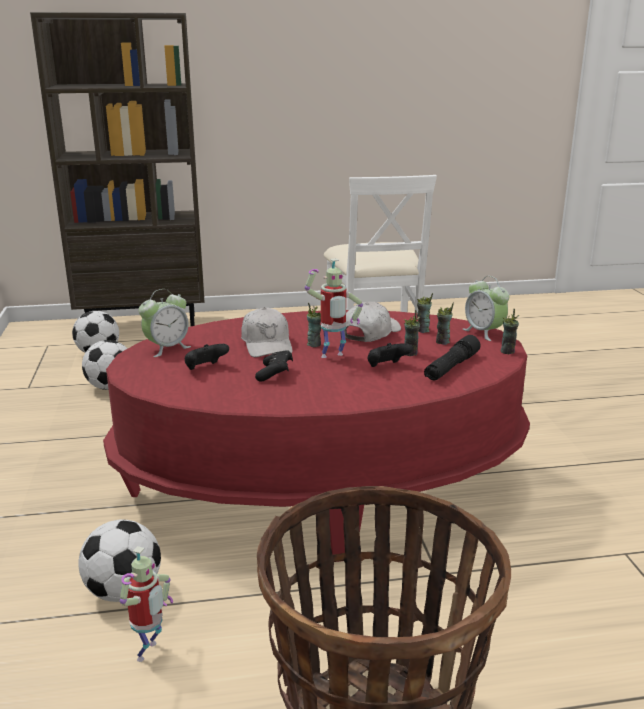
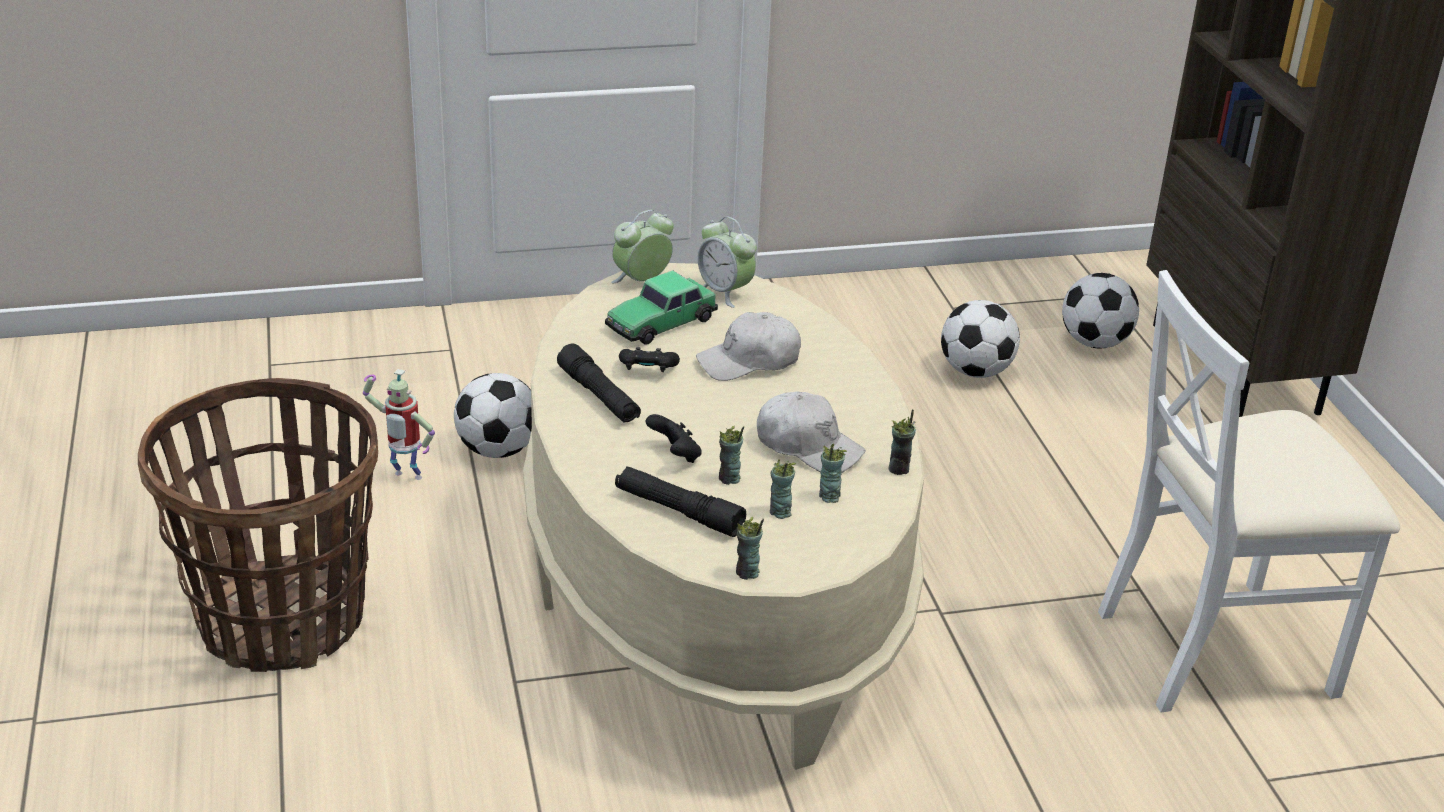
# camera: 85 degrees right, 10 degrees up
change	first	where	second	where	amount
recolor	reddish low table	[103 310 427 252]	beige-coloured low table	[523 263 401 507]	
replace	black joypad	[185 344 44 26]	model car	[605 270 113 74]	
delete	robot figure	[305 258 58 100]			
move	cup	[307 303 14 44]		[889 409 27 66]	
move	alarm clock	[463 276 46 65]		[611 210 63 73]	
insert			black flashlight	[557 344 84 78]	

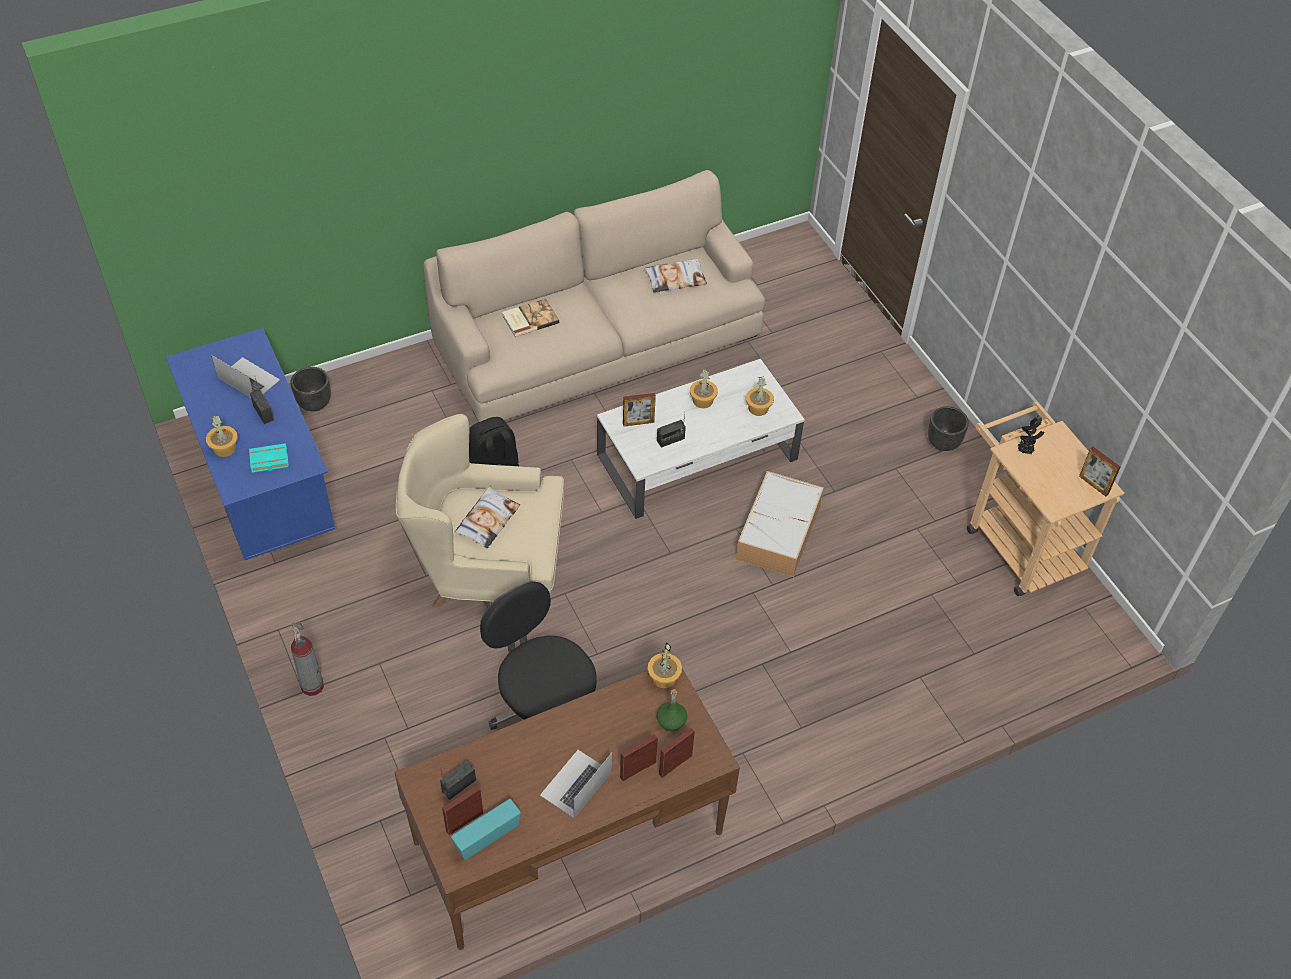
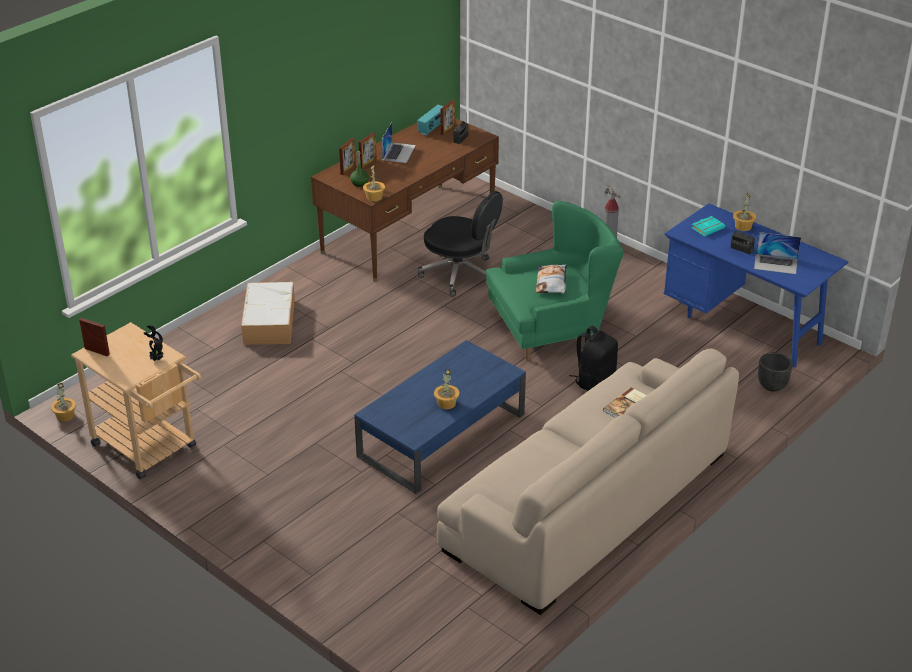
# camera: 160 degrees right, 15 degrees down
change	first	where	second	where	amount
recolor	beige-coloured armchair	[396 414 168 193]	green-coloured armchair	[486 201 138 160]	
recolor	white-coloured low table	[597 359 208 160]	blue low table	[354 340 172 154]	
delete	standing frame	[623 393 33 33]			
delete	throw pillow	[644 259 63 34]			
delete	radio set	[657 412 29 36]			
move	storage container	[736 471 88 106]		[241 282 54 63]	
move	potted plant	[746 377 28 39]		[51 383 25 38]	
delete	black planter	[928 406 41 45]			

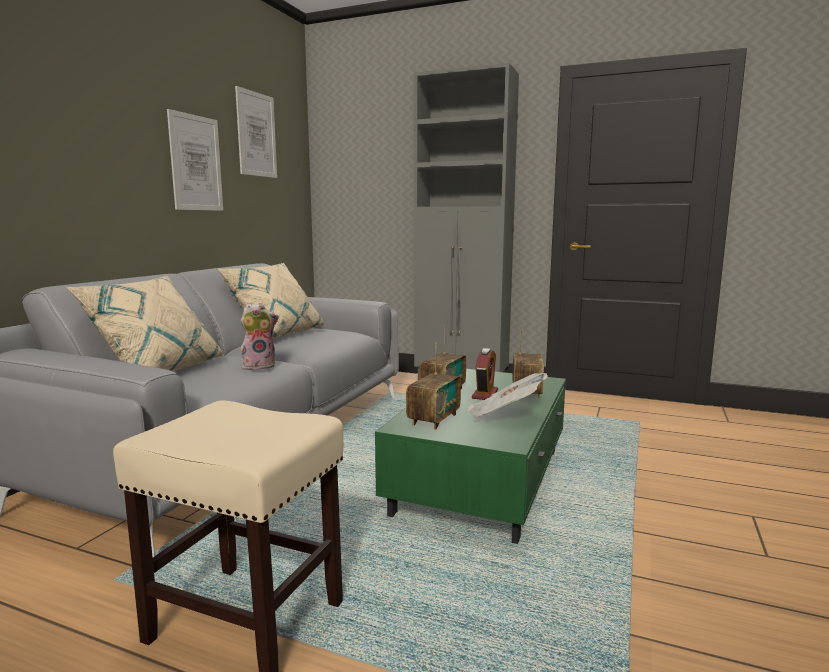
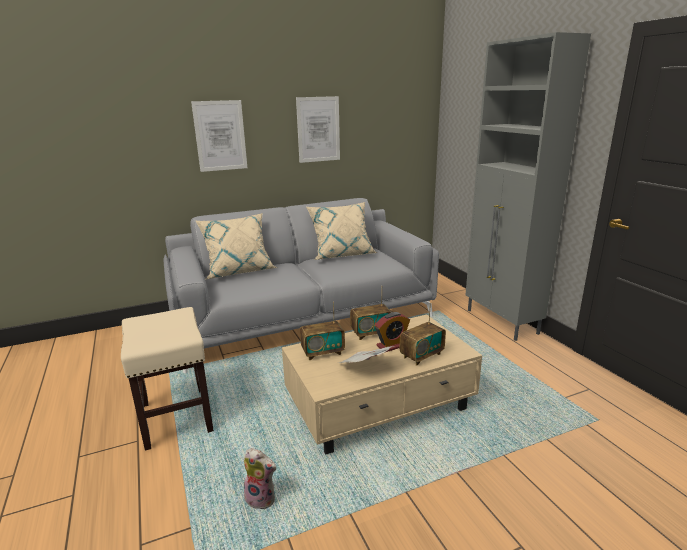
# camera: 45 degrees right, 10 degrees up
change	first	where	second	where	amount
move	picture	[235 86 42 92]		[191 100 56 72]	
move	soft toy	[241 303 38 67]		[244 448 32 61]	
recolor	green-coloured low table	[375 369 191 175]	beige-coloured low table	[282 315 200 140]	

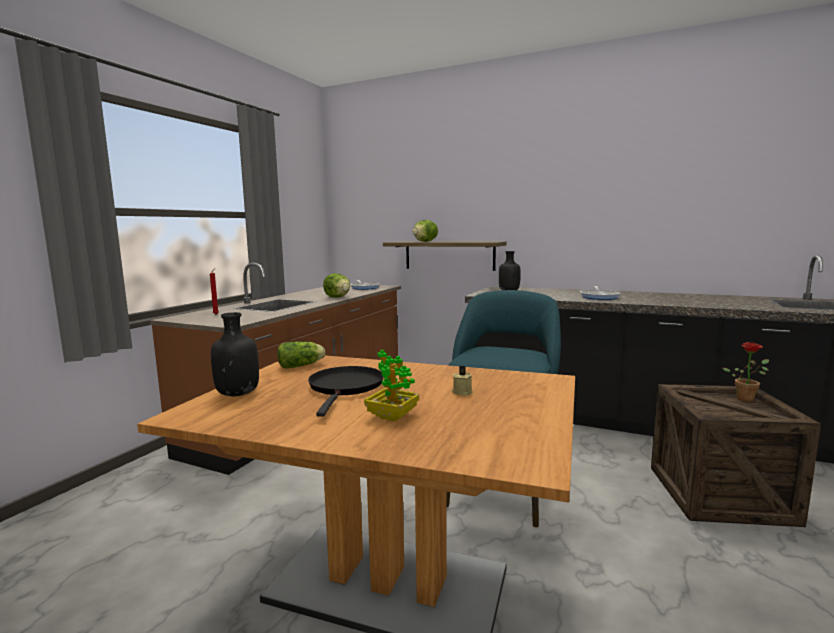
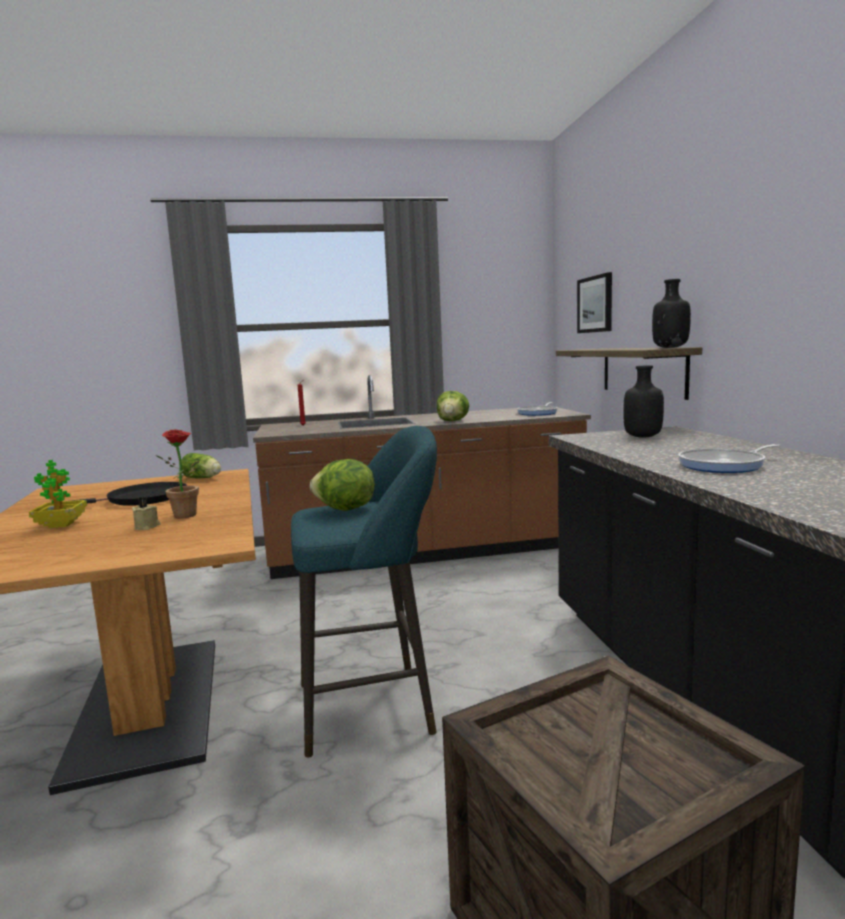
# camera: 55 degrees right, 0 degrees up
change	first	where	second	where	amount
move	black drink bottle	[211 312 48 84]		[652 279 39 69]	
move	lettuce head	[413 220 25 22]		[310 459 65 52]	
move	potted plant	[723 342 46 60]		[156 429 44 89]	
insert			picture	[577 272 35 61]	

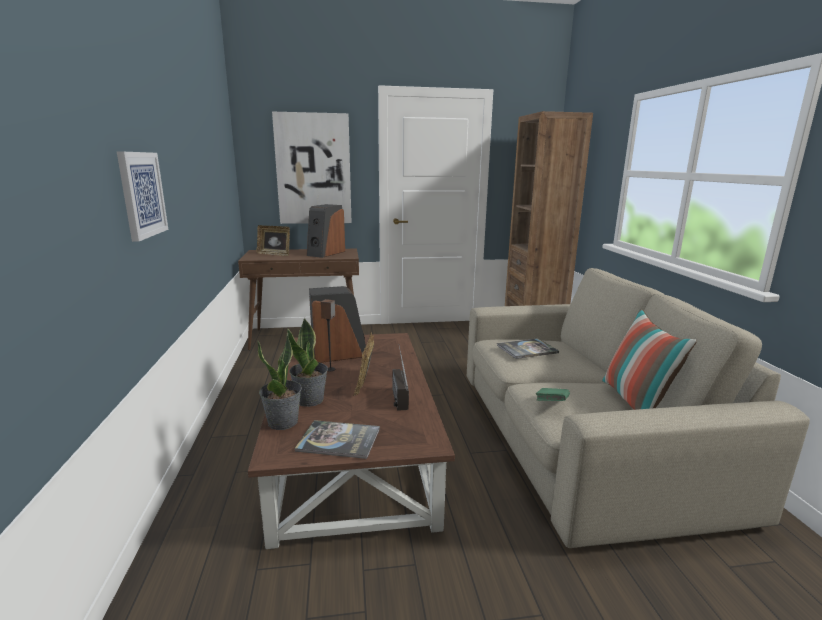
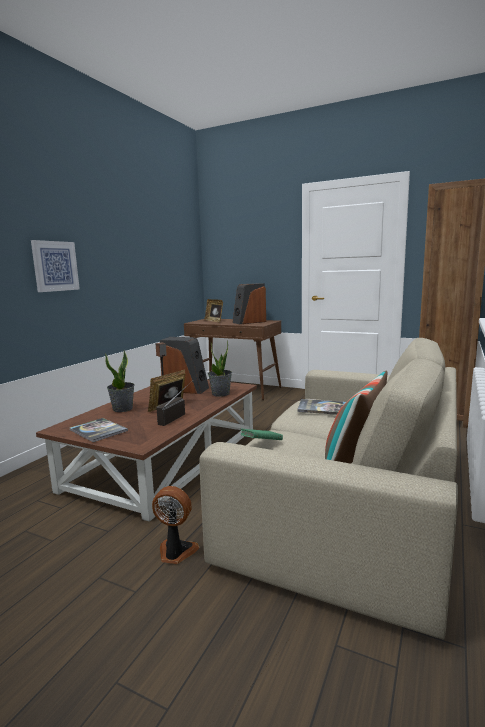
# camera: 35 degrees right, 5 degrees down
change	first	where	second	where	amount
move	potted plant	[257 333 45 97]		[208 340 24 57]	
delete	picture	[272 112 80 112]			
insert			cooling fan	[152 486 47 78]	

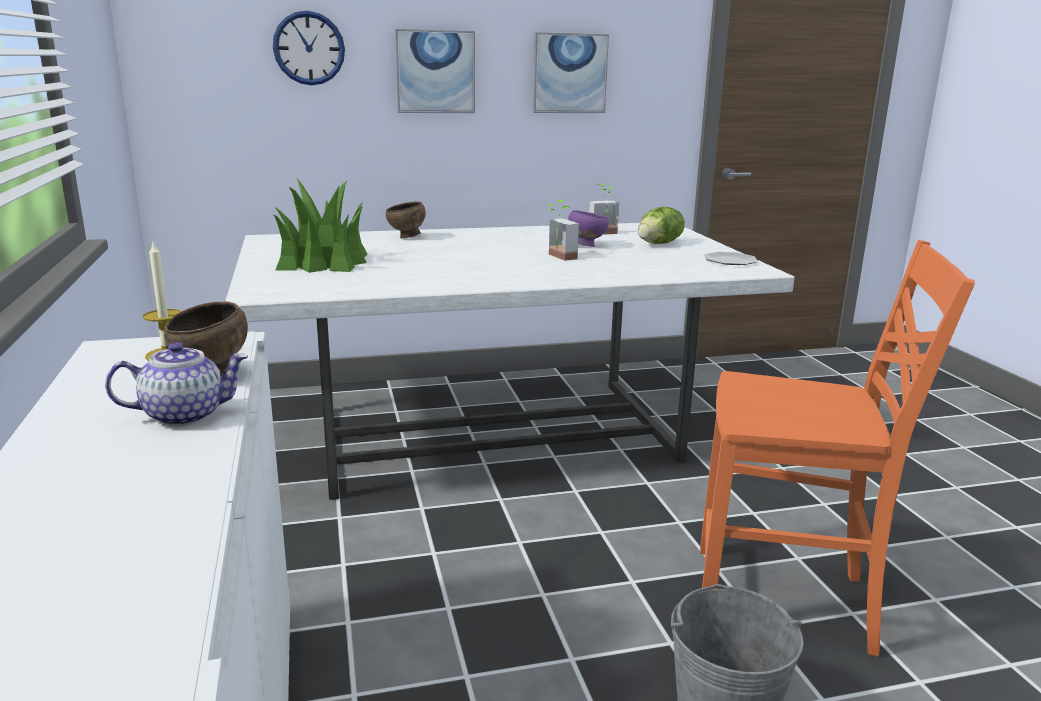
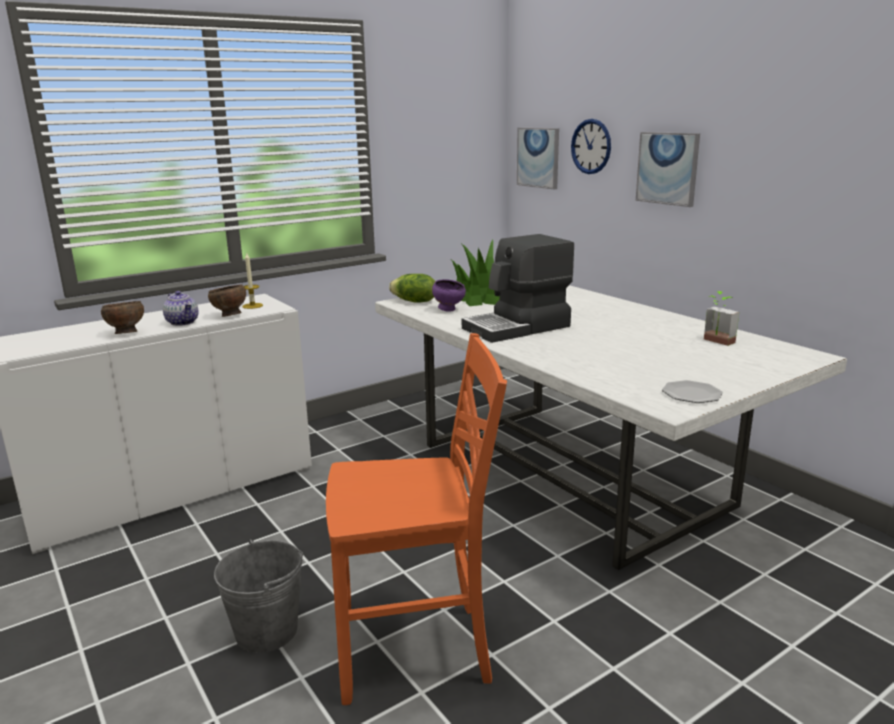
# camera: 70 degrees right, 0 degrees up
change	first	where	second	where	amount
move	brownish bowl	[386 201 40 38]		[101 301 43 33]	
move	picture	[533 32 76 81]		[517 128 42 61]	
delete	potted plant	[547 200 32 61]			
move	purple bowl	[568 210 41 37]		[432 279 34 33]	
move	lettuce head	[638 207 47 37]		[389 274 46 29]	
rotate	orangey upright chair	[700 240 275 417]		[326 333 181 372]	90 degrees counterclockwise
insert			coffee maker	[462 234 112 109]	

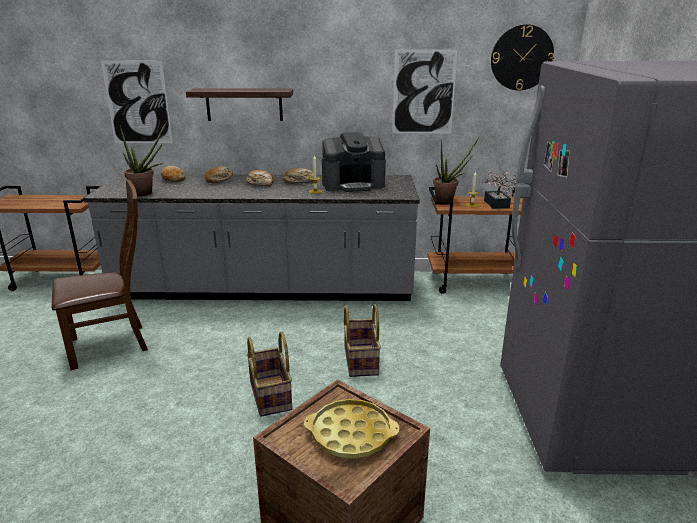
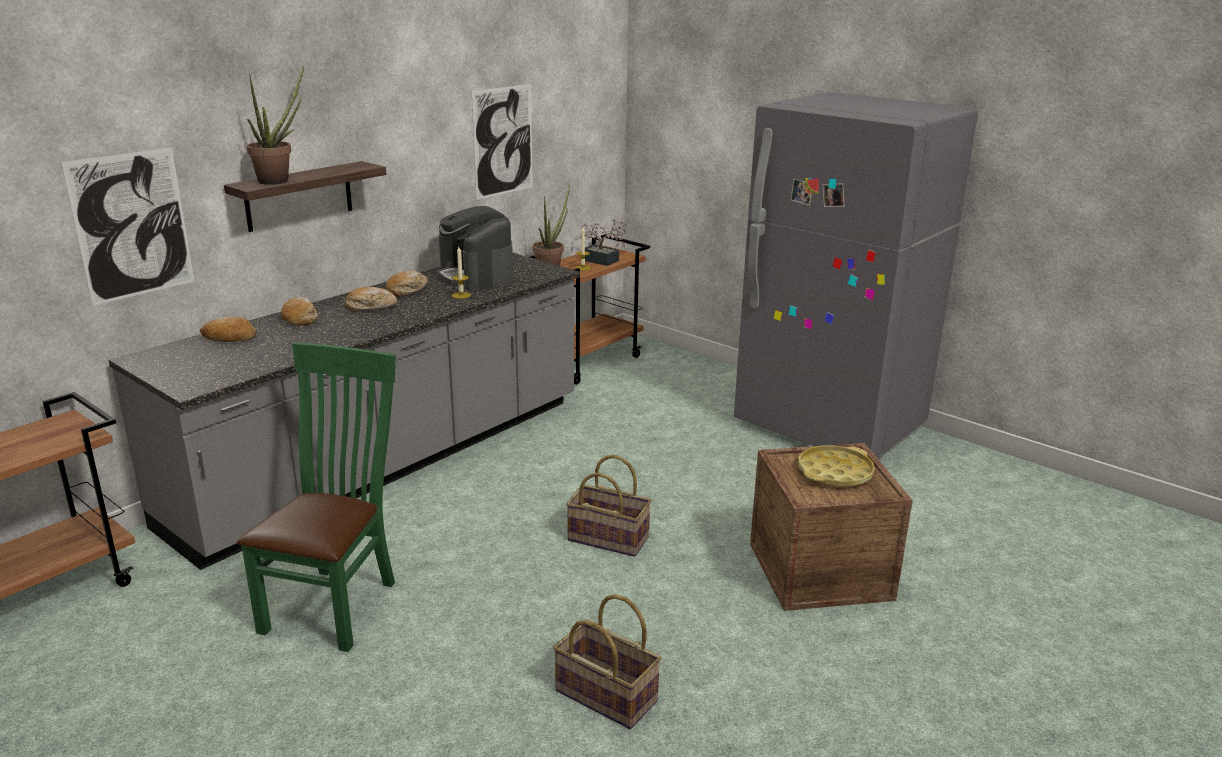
# camera: 50 degrees left, 0 degrees up
change	first	where	second	where	amount
recolor	brownish upright chair	[51 180 97 190]	green-coloured upright chair	[237 342 159 310]	
move	potted plant	[120 122 47 74]		[247 65 57 120]	
rotate	coffee maker	[322 132 64 60]		[438 206 76 84]	120 degrees clockwise
move	basket	[344 304 37 73]		[553 594 108 135]	
delete	hanging clock	[491 24 63 66]			

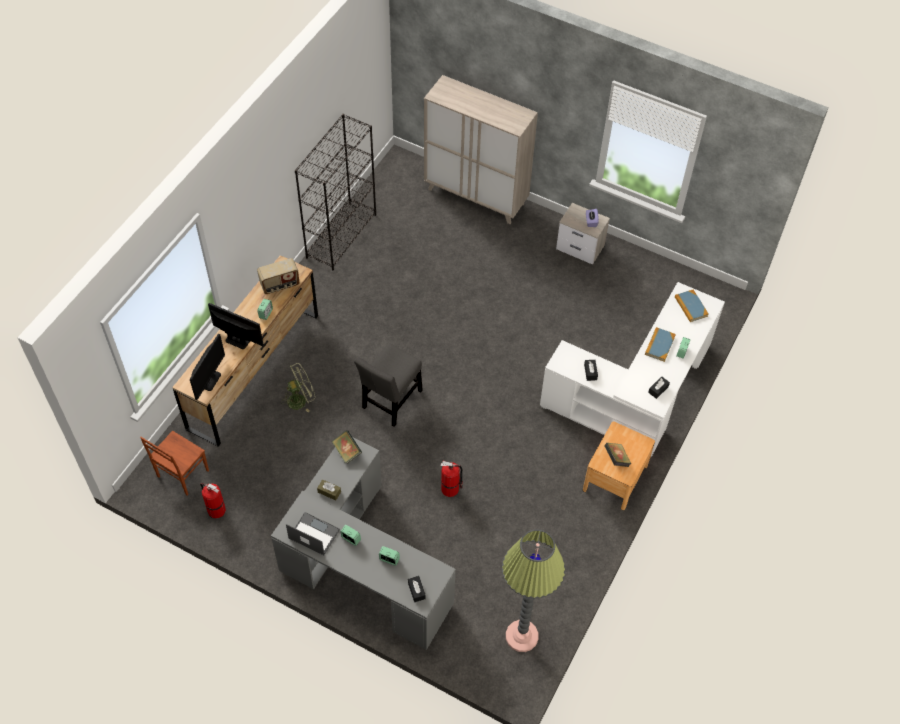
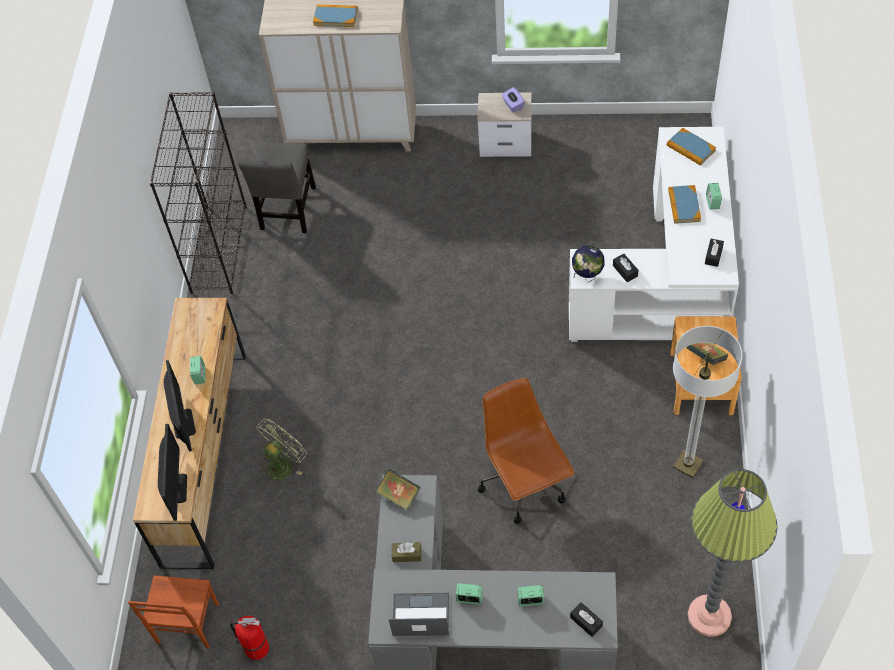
# camera: 20 degrees left, 0 degrees up
change	first	where	second	where	amount
rotate	monitor	[208 303 56 46]		[164 360 32 92]	75 degrees clockwise
delete	radio set	[257 258 42 36]			
move	gray upright chair	[354 343 69 84]		[238 141 78 92]	
replace	extinguisher	[441 461 22 36]	brownish office chair	[478 378 97 146]	
insert			book	[313 4 45 23]	
insert			globe	[572 245 32 37]	
insert			floor lamp	[673 326 70 152]	

